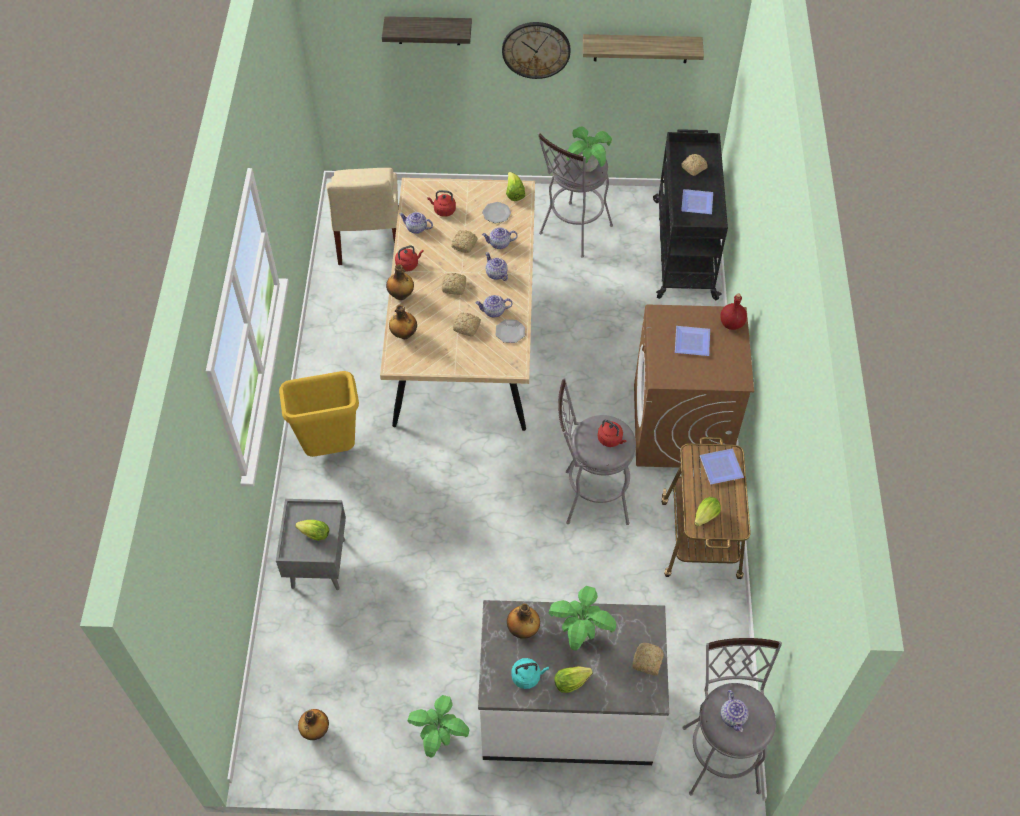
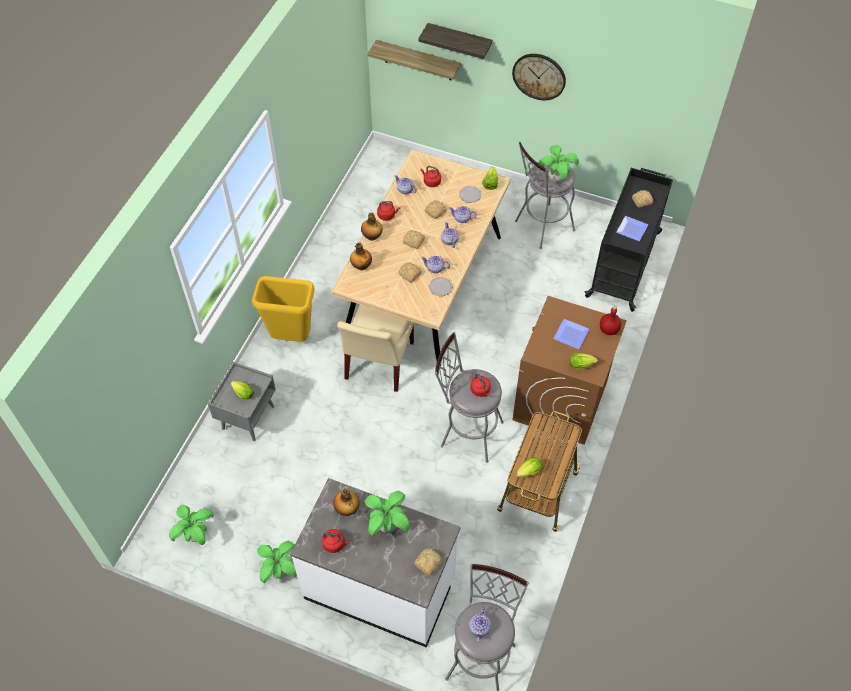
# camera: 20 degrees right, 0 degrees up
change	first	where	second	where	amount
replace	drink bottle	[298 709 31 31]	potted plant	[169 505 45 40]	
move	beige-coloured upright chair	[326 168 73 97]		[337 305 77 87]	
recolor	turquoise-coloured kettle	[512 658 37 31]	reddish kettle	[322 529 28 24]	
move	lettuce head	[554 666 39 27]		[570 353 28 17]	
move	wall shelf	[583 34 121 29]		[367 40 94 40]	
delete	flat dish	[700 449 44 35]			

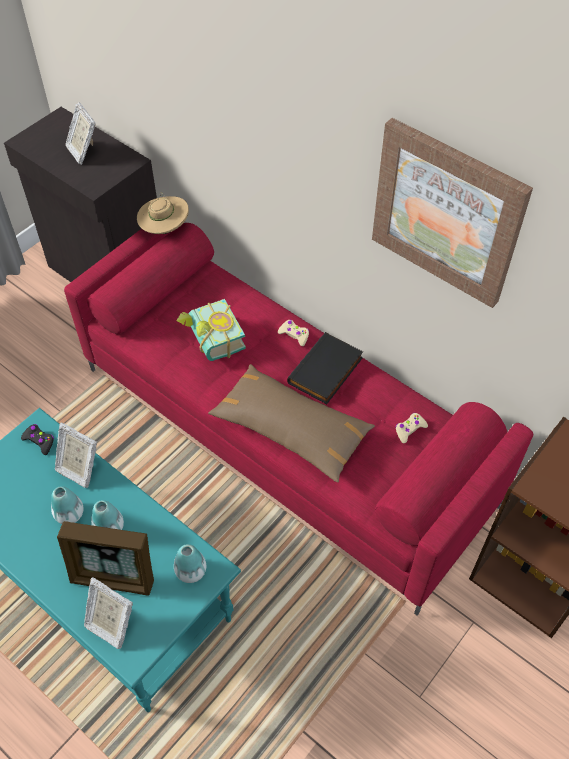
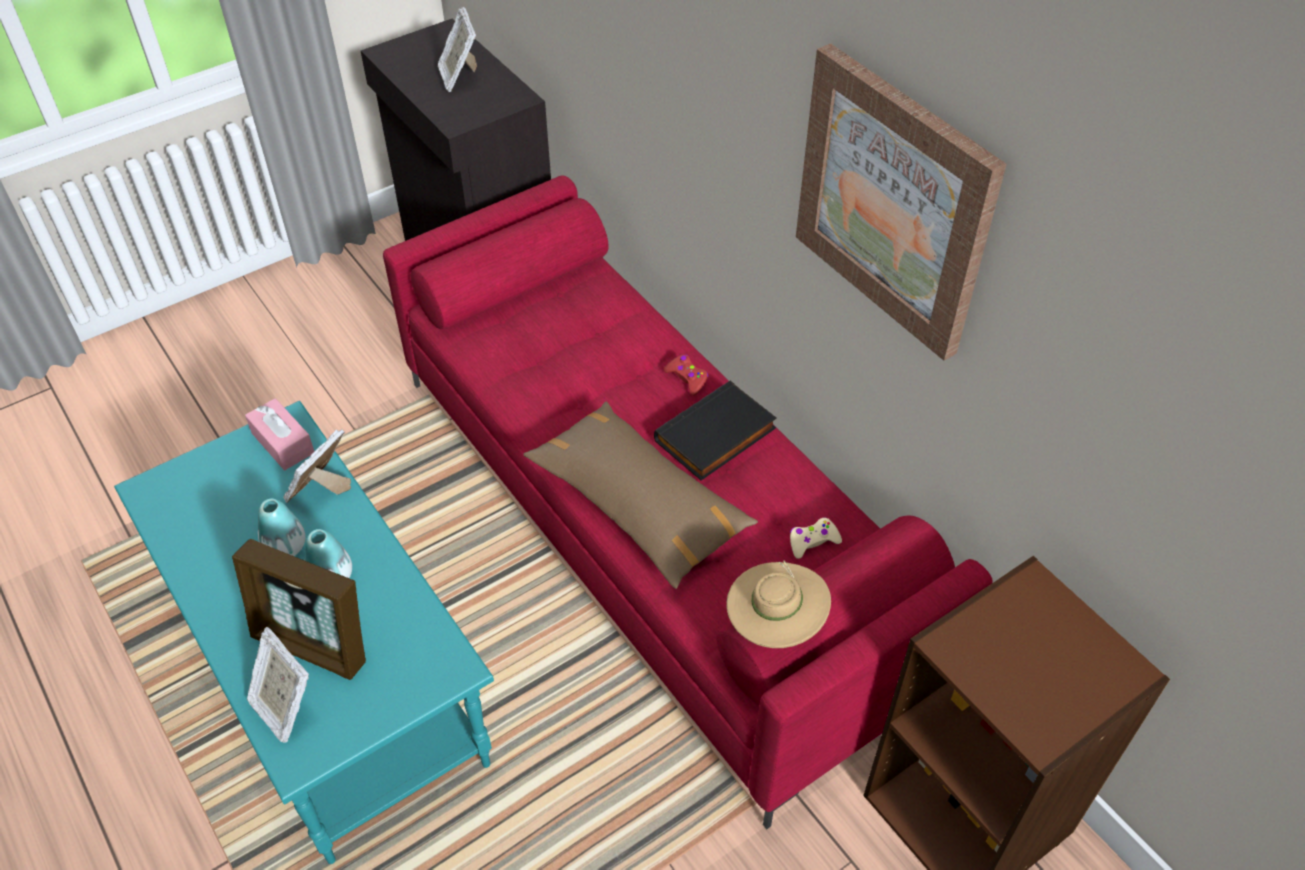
# camera: 15 degrees right, 5 degrees down
change	first	where	second	where	amount
replace	black joypad	[21 424 33 31]	pinkish tissue box	[245 398 69 72]	
rotate	standing frame	[55 423 42 65]		[283 429 68 74]	75 degrees clockwise
move	beige-coloured clothing hat	[137 192 52 42]		[726 560 105 88]	
delete	vase	[174 544 32 39]			
delete	book	[177 299 69 62]			
recolor	beige-coloured joypad	[278 320 31 26]	reddish joypad	[664 355 44 40]	

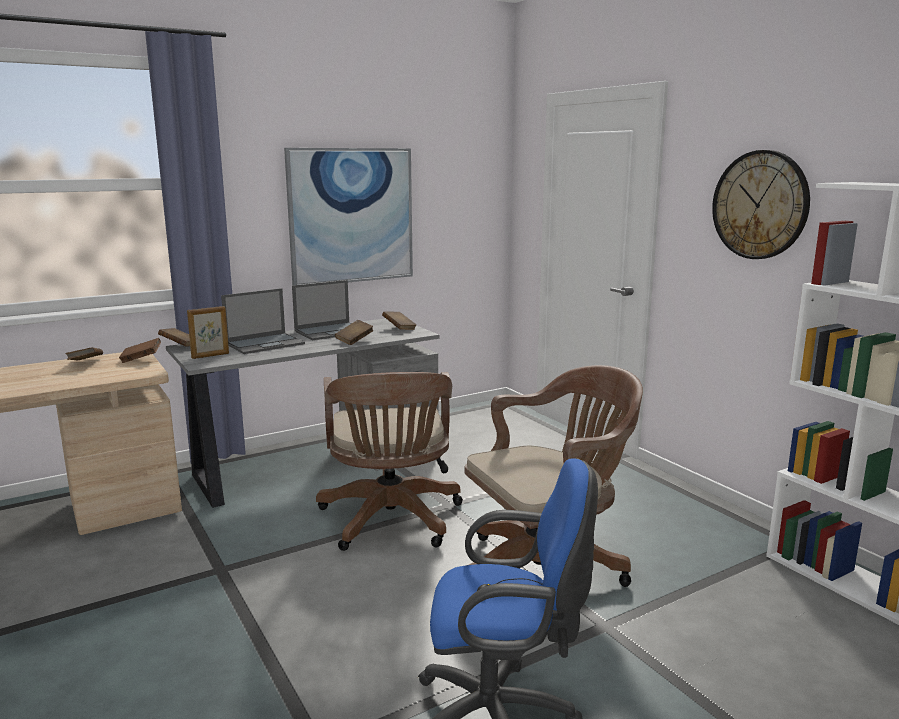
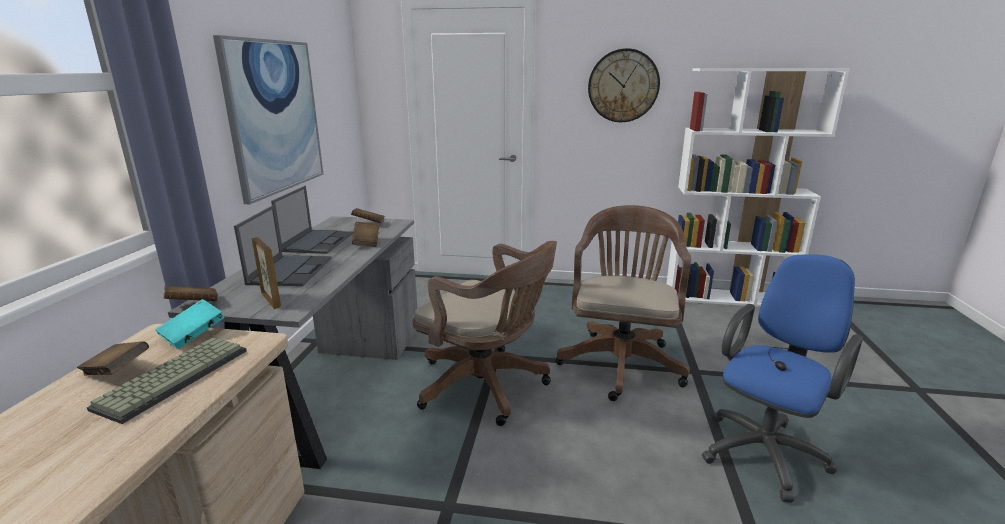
# camera: 50 degrees left, 5 degrees up
change	first	where	second	where	amount
recolor	brownish book	[119 338 42 25]	turquoise-coloured book	[155 299 69 50]	
rotate	standing frame	[187 306 42 53]		[252 237 29 72]	45 degrees counterclockwise
insert			PC keyboard	[87 338 160 86]	

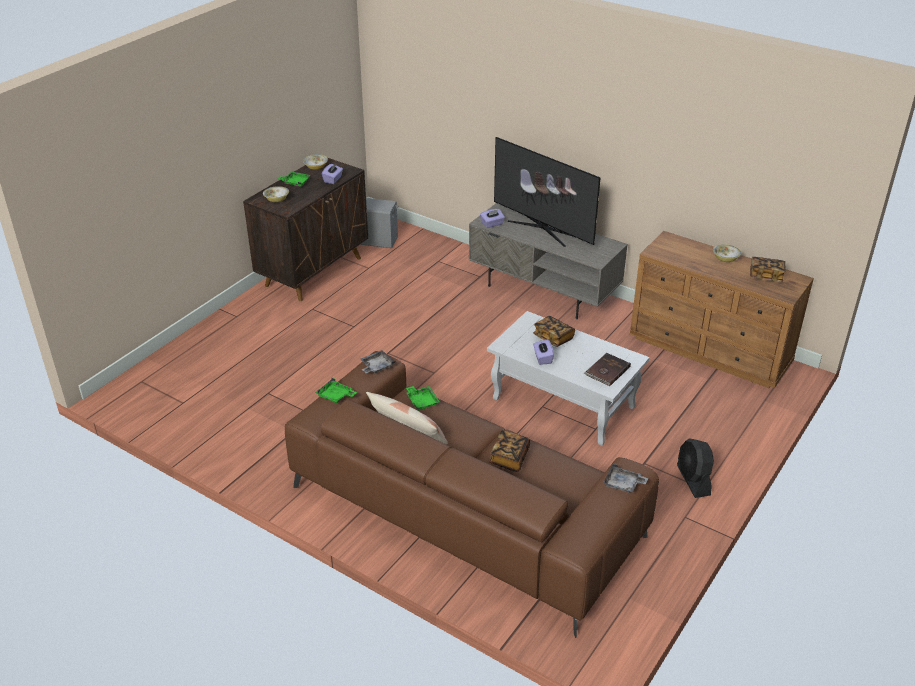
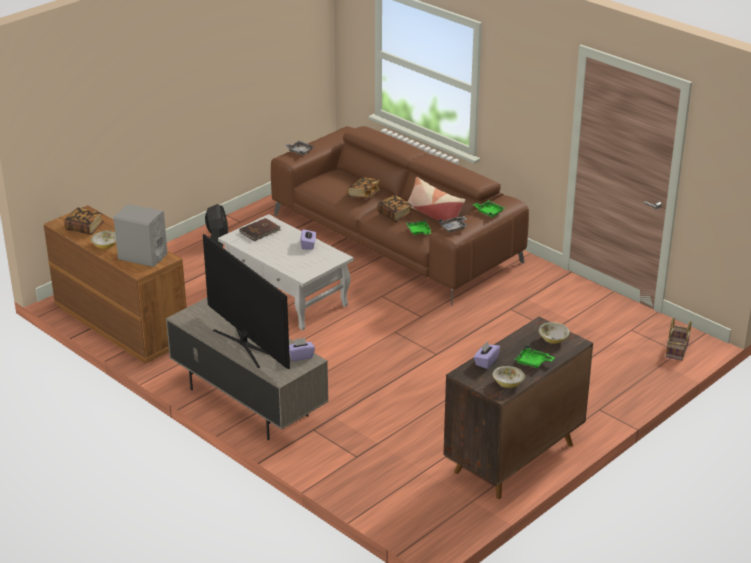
# camera: 170 degrees left, 5 degrees down
change	first	where	second	where	amount
move	gray audio speaker	[360 198 38 50]		[113 204 54 63]	
move	book	[533 316 42 31]		[377 195 36 27]	
insert			basket	[666 317 25 43]	

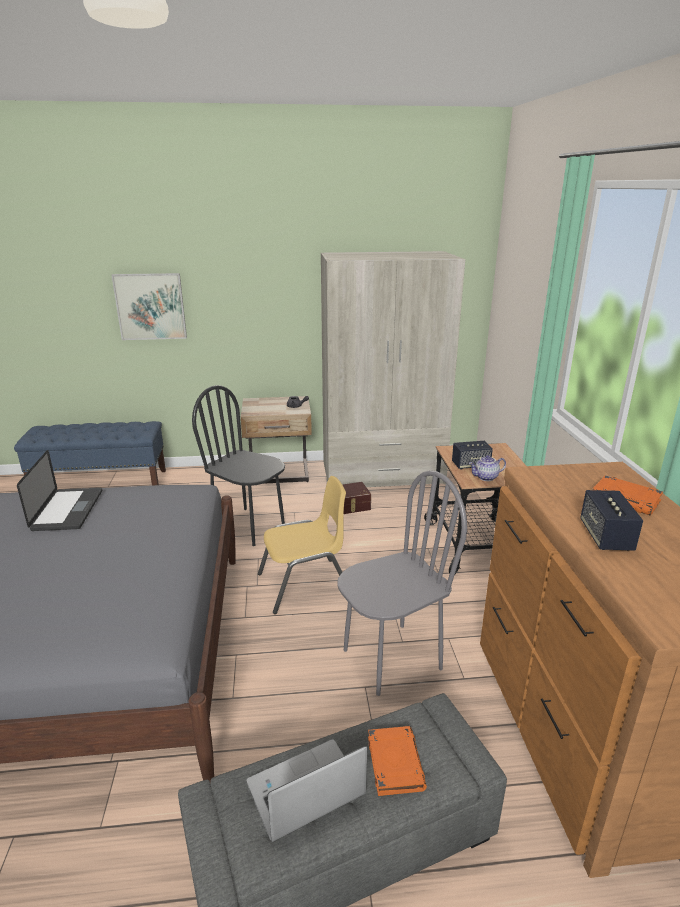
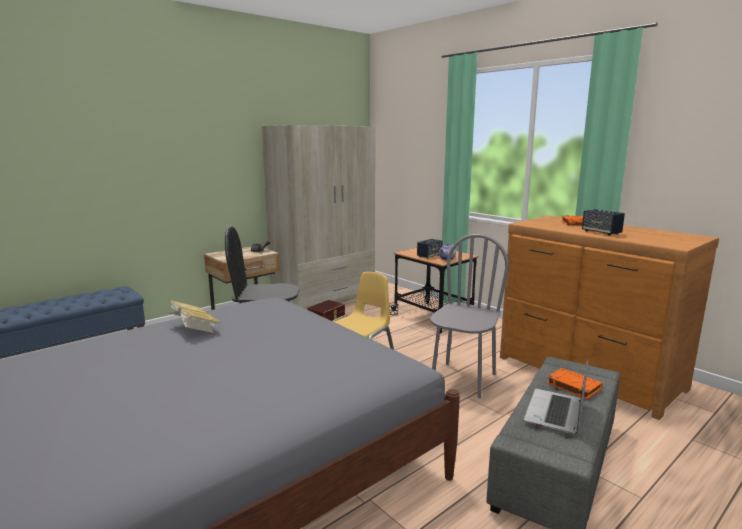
# camera: 35 degrees left, 10 degrees down
change	first	where	second	where	amount
replace	notebook computer	[17 450 85 81]	book	[169 300 52 33]	
delete	picture	[111 273 76 67]			

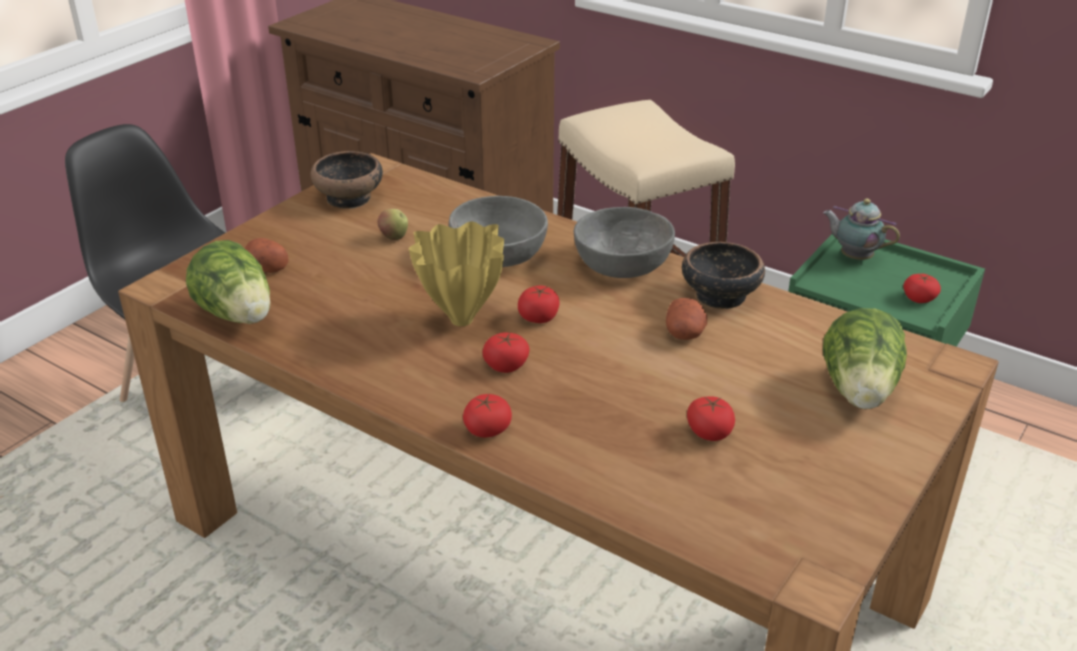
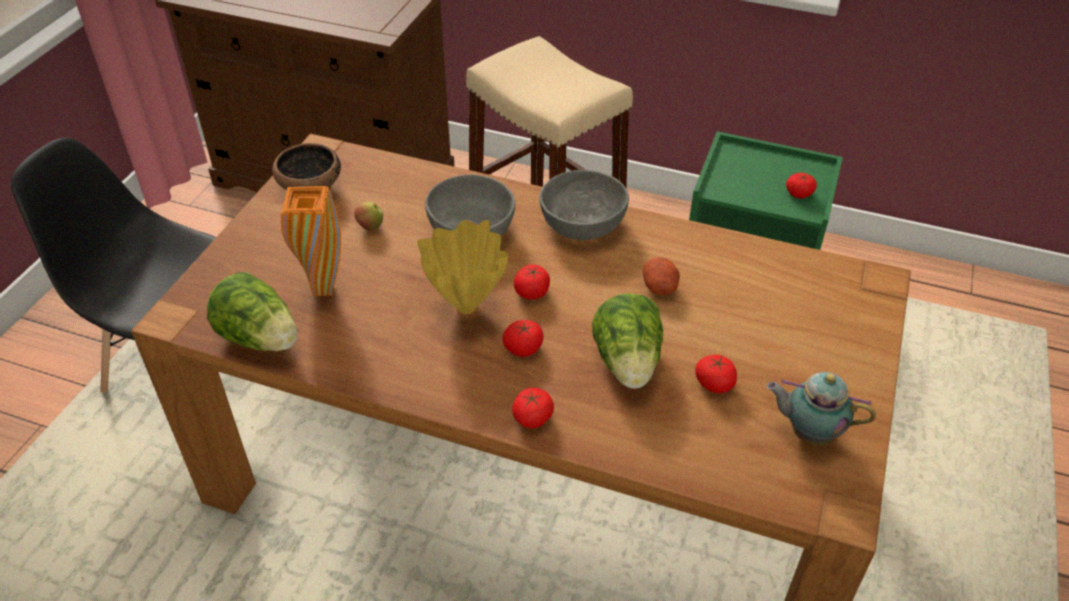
# camera: 15 degrees left, 10 degrees up
change	first	where	second	where	amount
delete	potato	[245 238 44 35]			
delete	bowl	[682 242 83 67]			
move	teapot	[823 198 77 62]		[766 372 110 73]	
move	lettuce head	[823 308 84 101]		[592 293 71 96]	
insert			orangey vase	[281 186 60 110]	

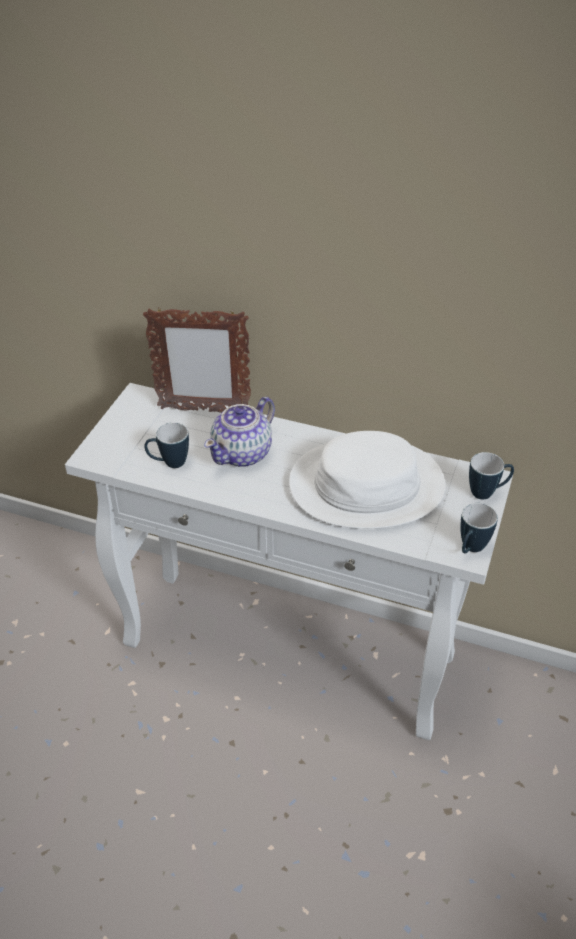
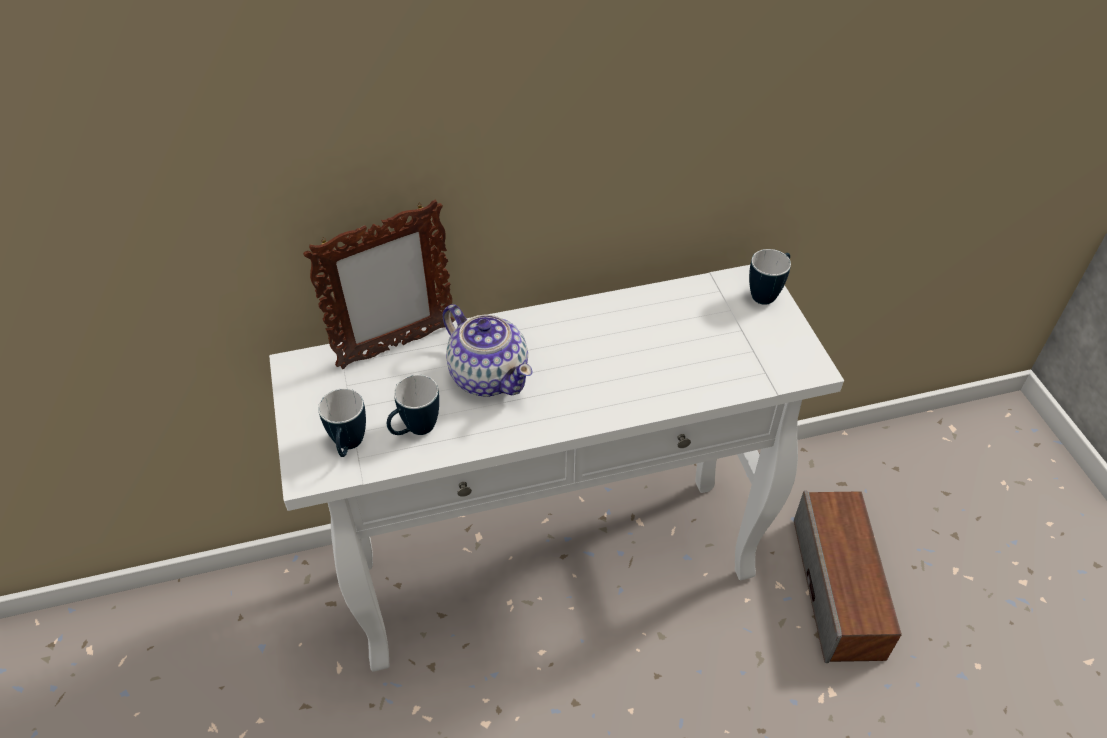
# camera: 35 degrees left, 5 degrees up
change	first	where	second	where	amount
rotate	teapot	[204 397 71 70]		[443 304 89 93]	45 degrees counterclockwise
delete	white-coloured clothing hat	[289 431 157 98]			
move	mug	[460 503 38 51]		[318 388 48 69]	
insert			audio speaker	[794 490 108 173]	

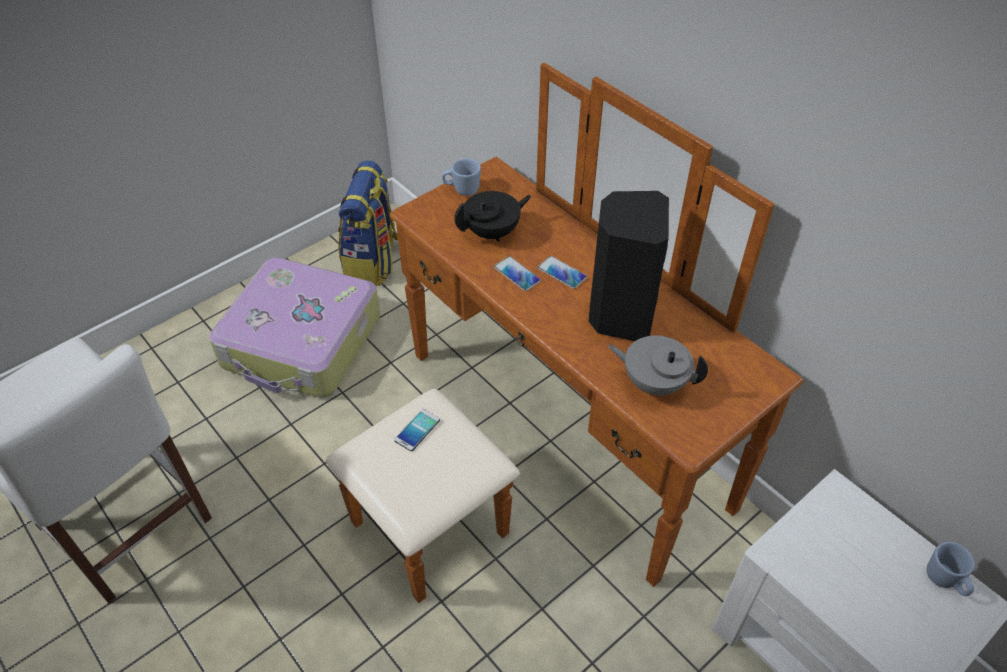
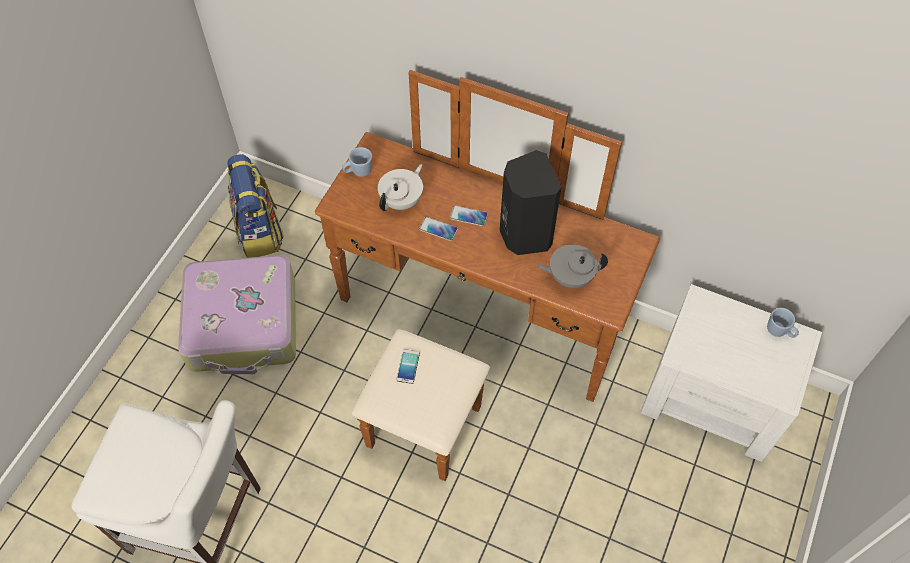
# camera: 25 degrees left, 10 degrees up
change	first	where	second	where	amount
recolor	black teapot	[454 191 78 51]	white-coloured teapot	[378 164 45 47]	

